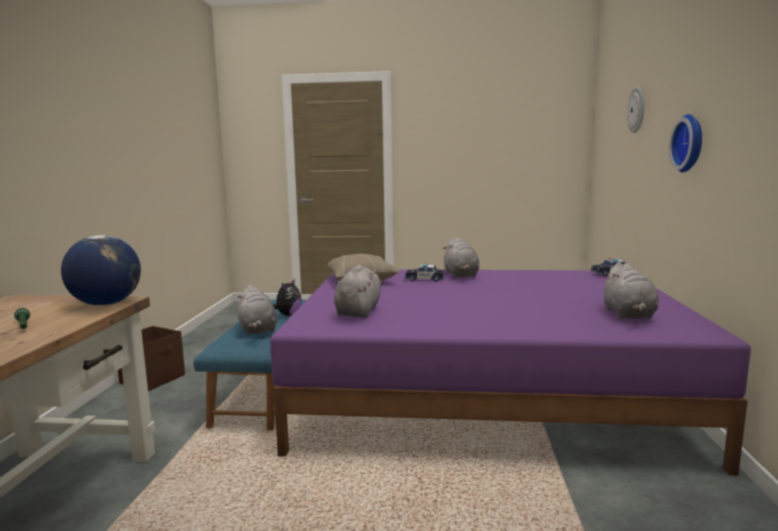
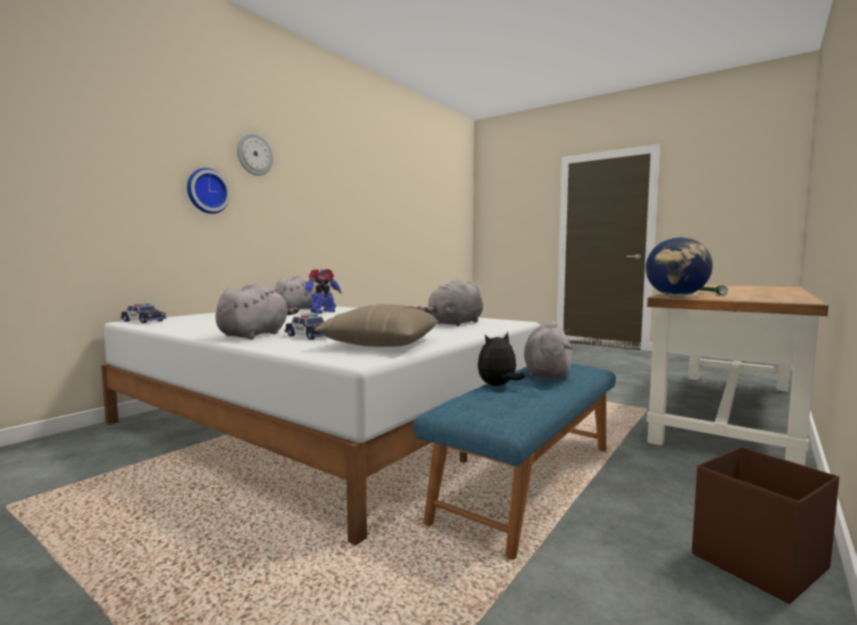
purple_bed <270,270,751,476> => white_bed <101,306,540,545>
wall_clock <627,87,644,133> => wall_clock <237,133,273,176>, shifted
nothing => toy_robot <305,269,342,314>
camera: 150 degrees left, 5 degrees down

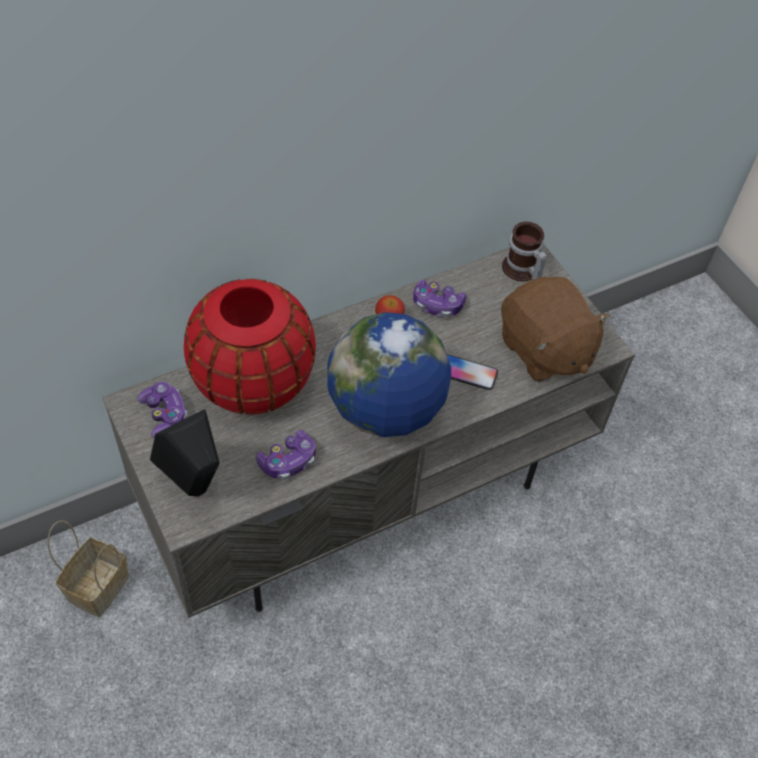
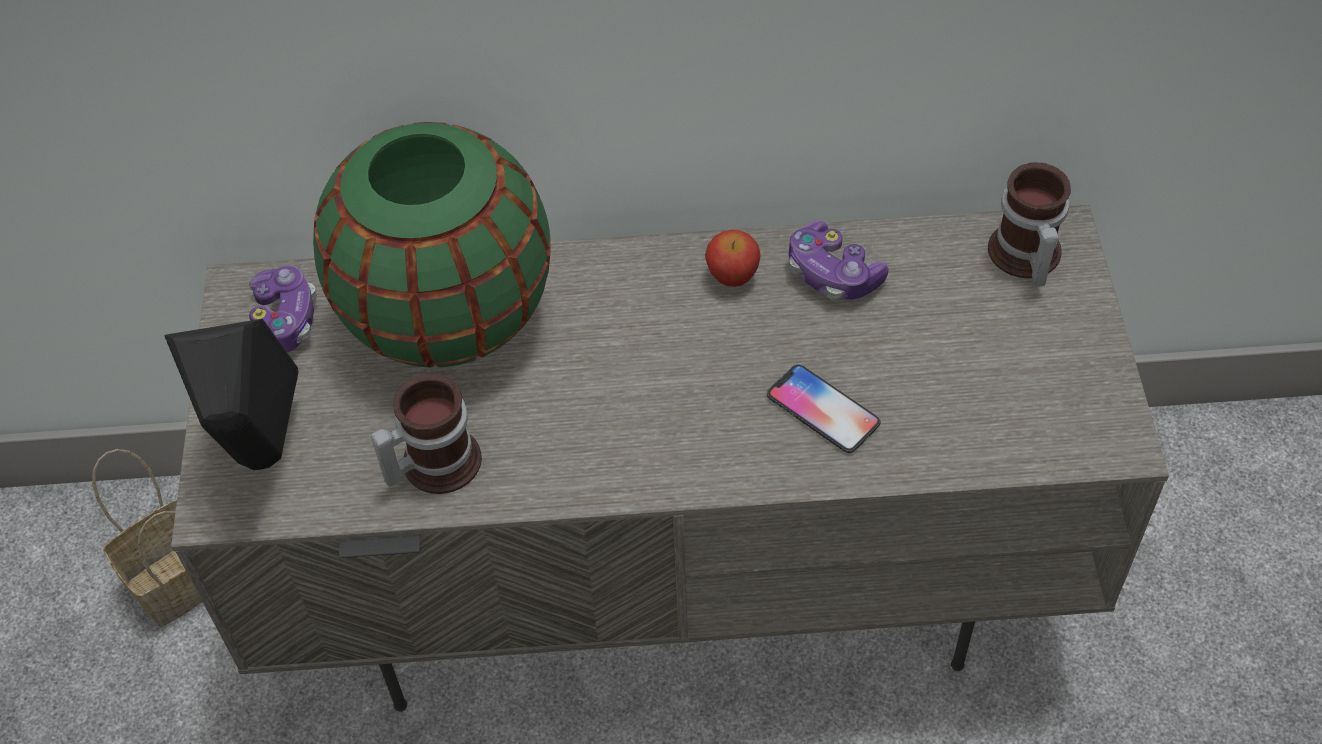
red_vase <184,279,316,415> => green_vase <313,122,551,368>
game_controller <256,430,316,480> => mug <371,374,482,494>
globe <327,312,451,437> => nothing
brown_plush_toy <501,277,611,381> => nothing
camera: 30 degrees right, 0 degrees up

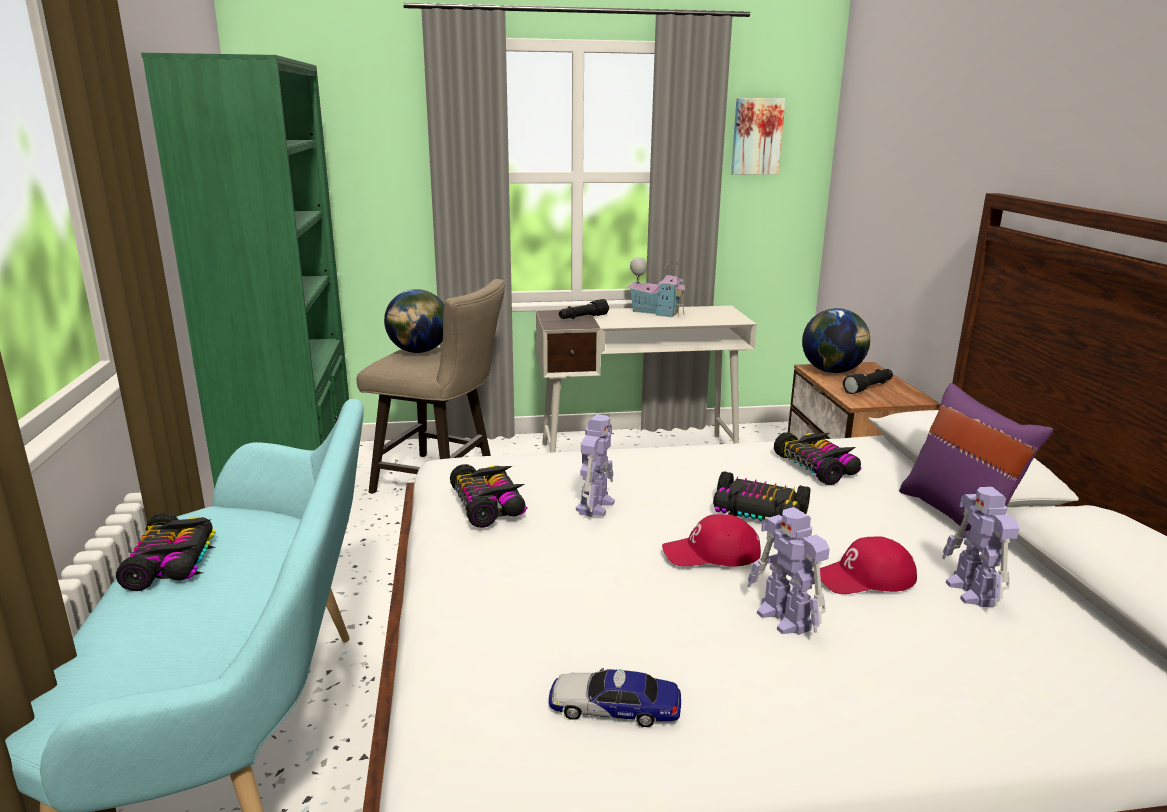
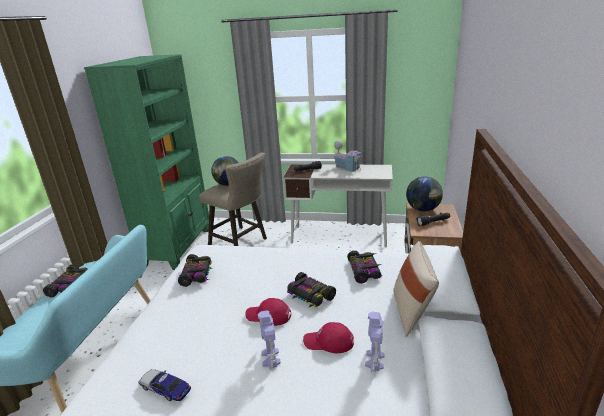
toy_robot <576,414,615,517> => nothing
picture <731,98,785,175> => nothing
purple_pillow <899,383,1053,531> => beige_pillow <393,241,439,337>
camera: 20 degrees right, 5 degrees up

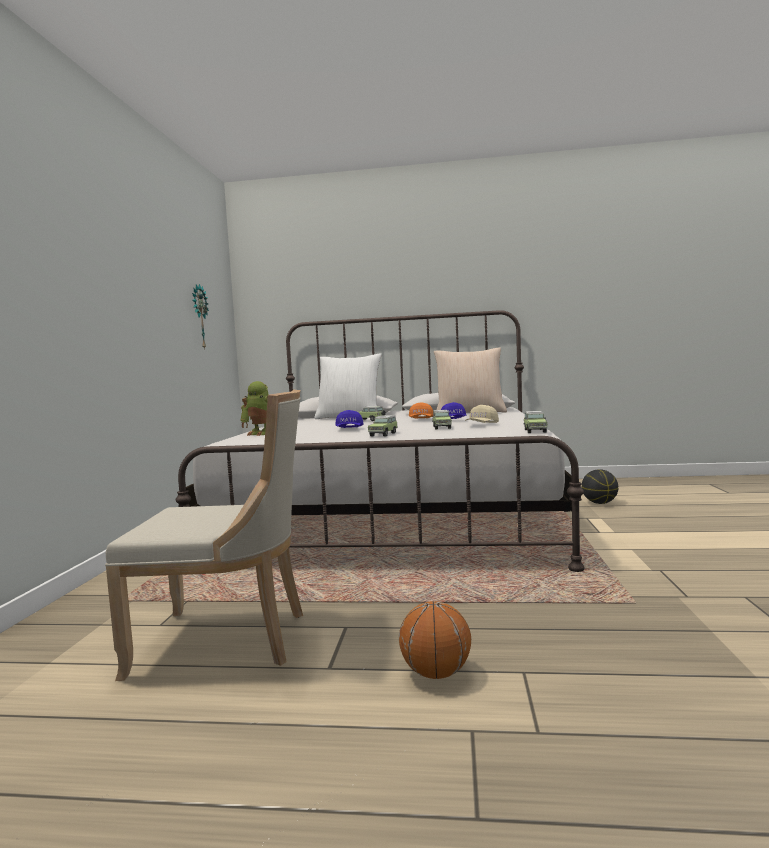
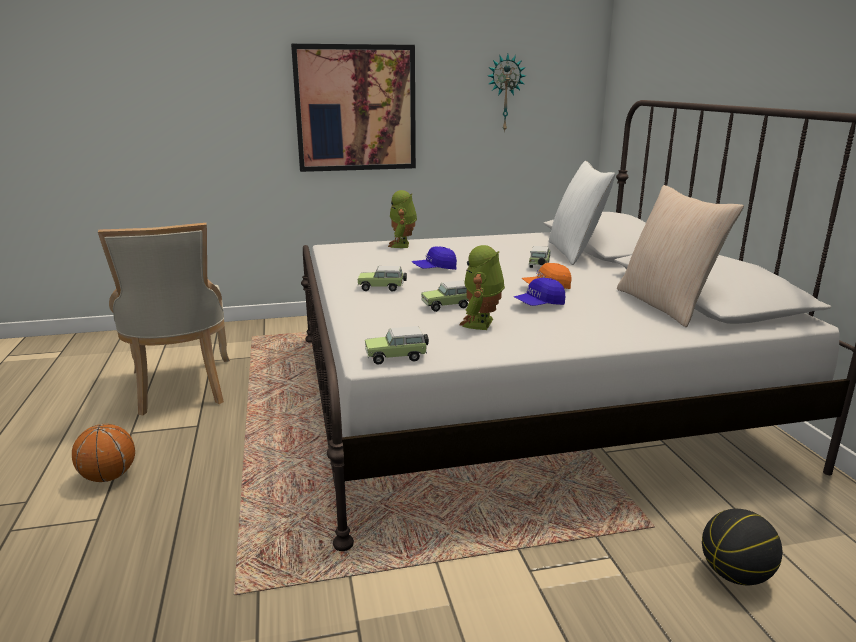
beige_cap <465,405,499,423> => toy_robot <459,245,505,330>
nothing => picture <291,44,416,172>
camera: 70 degrees right, 15 degrees up

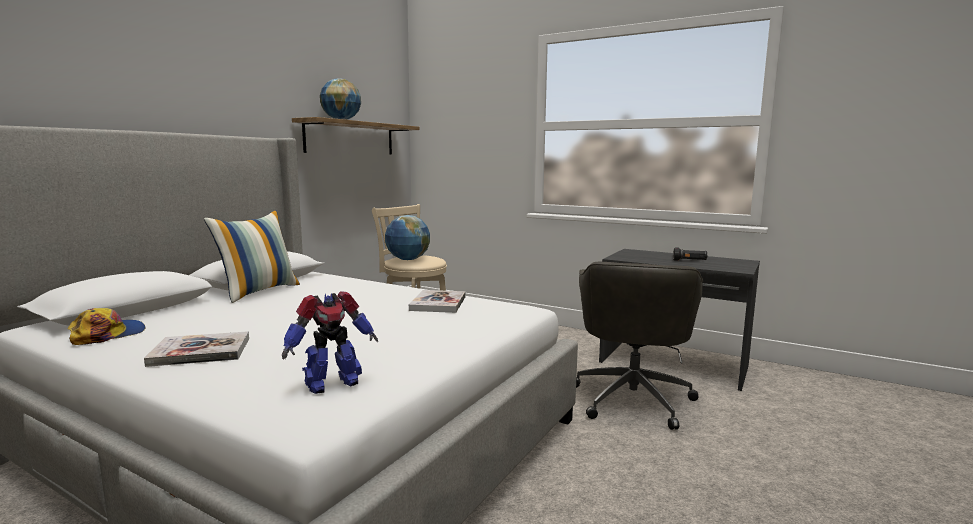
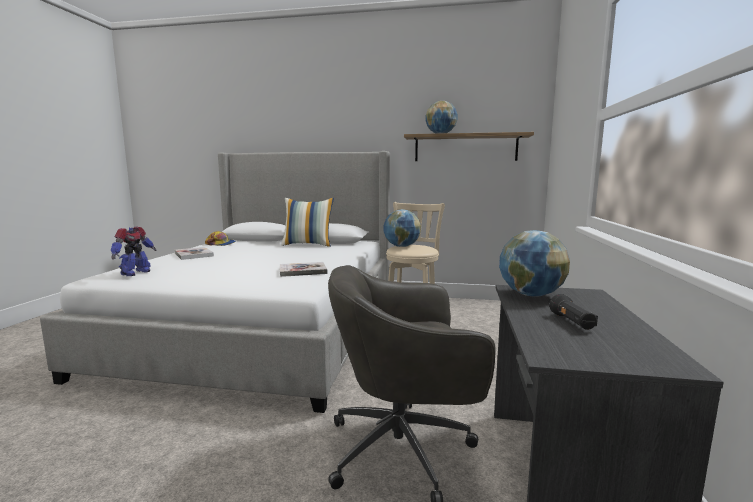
toy_robot <282,291,378,394> => toy_robot <111,227,157,276>, 105 degrees counterclockwise
nothing => globe <499,230,570,297>
camera: 70 degrees right, 0 degrees up

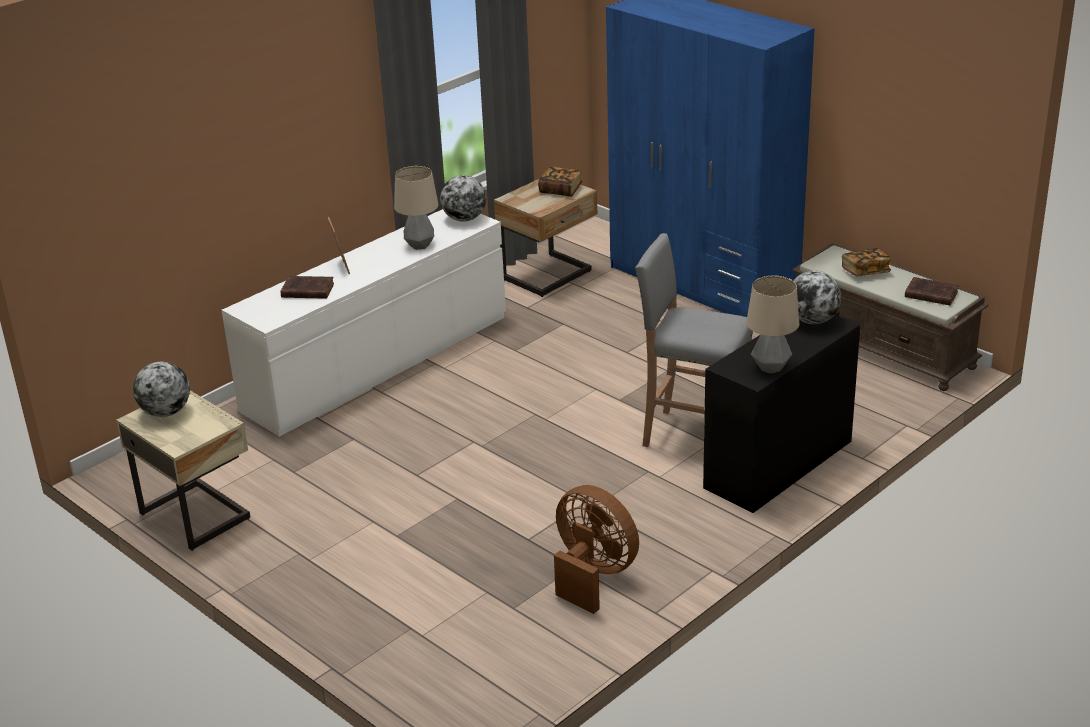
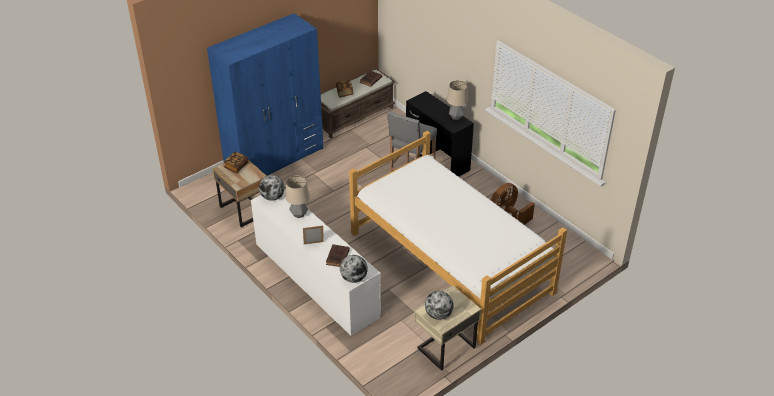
globe <793,271,841,324> => globe <340,255,368,283>, shifted
nothing => bed <349,131,567,345>
camera: 85 degrees left, 10 degrees up

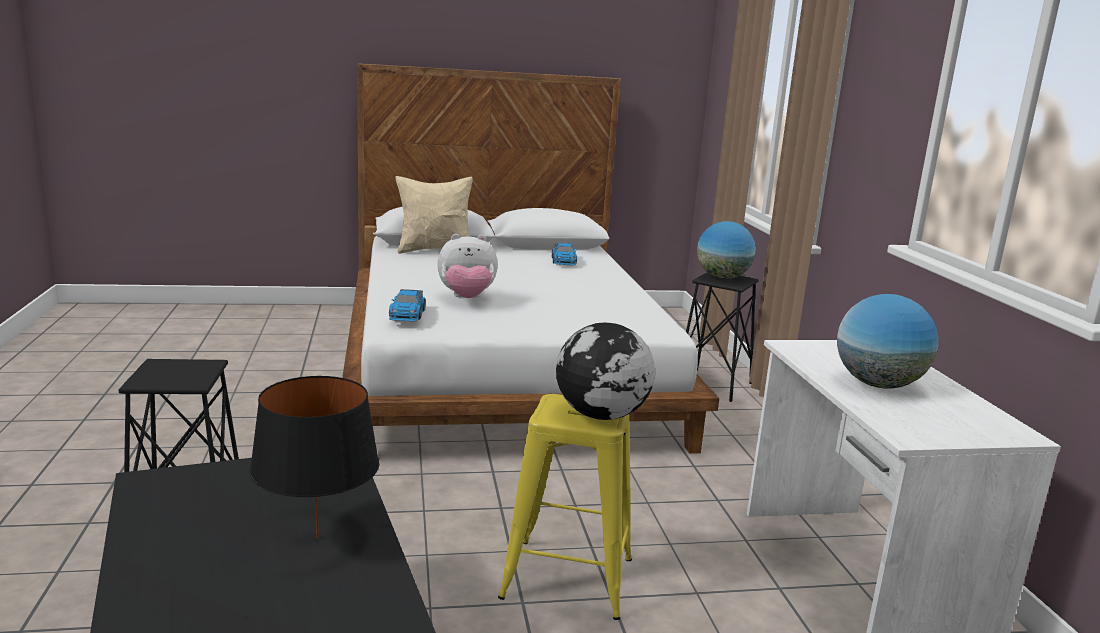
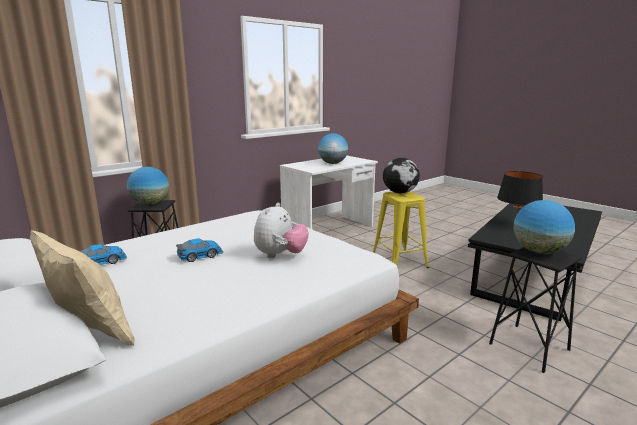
toy_car <389,289,426,321> => toy_car <176,238,223,262>, shifted
plush_toy <437,234,498,298> => plush_toy <254,203,309,258>, 60 degrees clockwise
nothing => globe <513,200,575,254>
camera: 120 degrees left, 0 degrees up

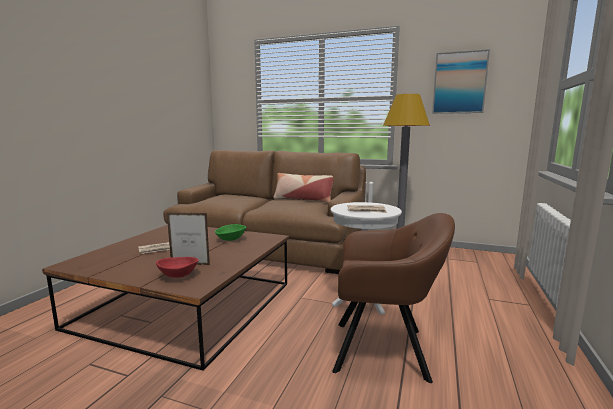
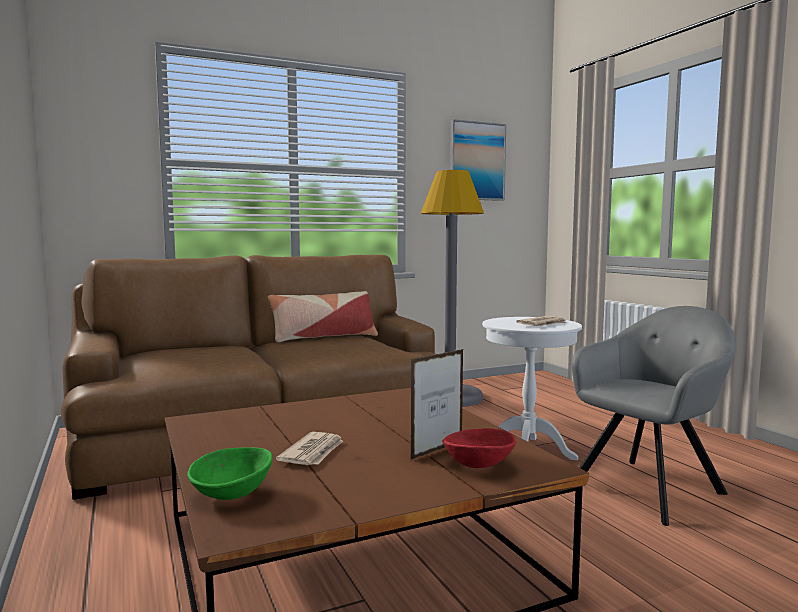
green_bowl <215,224,246,241> => green_bowl <187,447,272,500>, shifted
brown_armchair <332,213,455,383> => grey_armchair <572,306,736,526>
camera: 45 degrees left, 5 degrees down

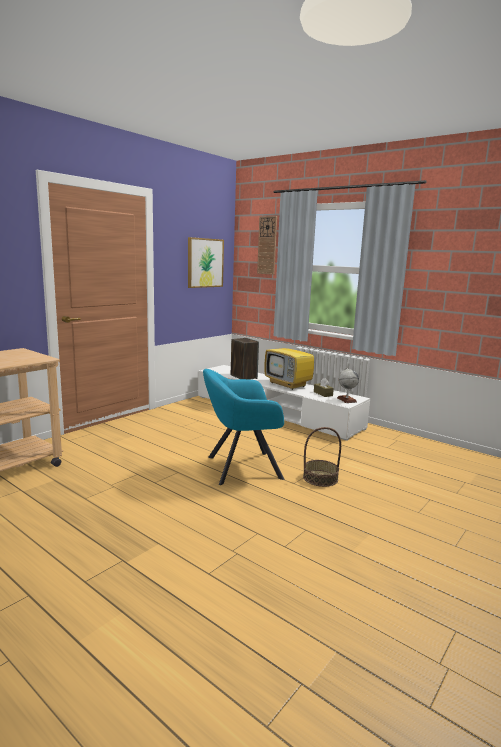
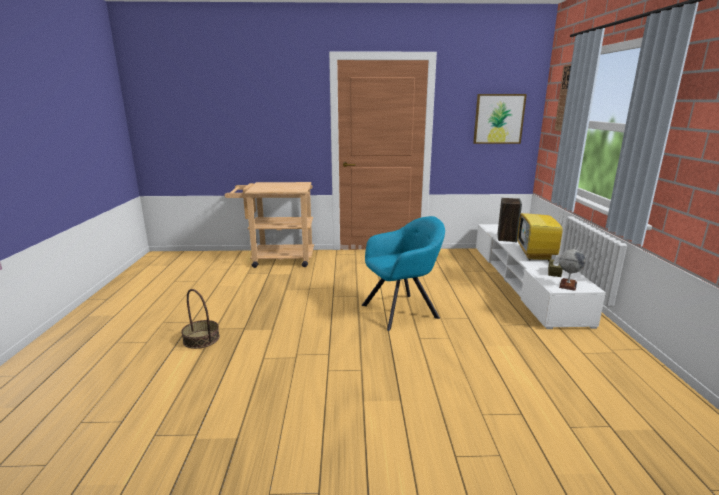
turquoise_armchair <203,369,284,485> => turquoise_armchair <362,216,445,331>, 120 degrees clockwise
basket <303,427,341,487> => basket <181,289,220,349>, shifted
camera: 50 degrees right, 5 degrees up

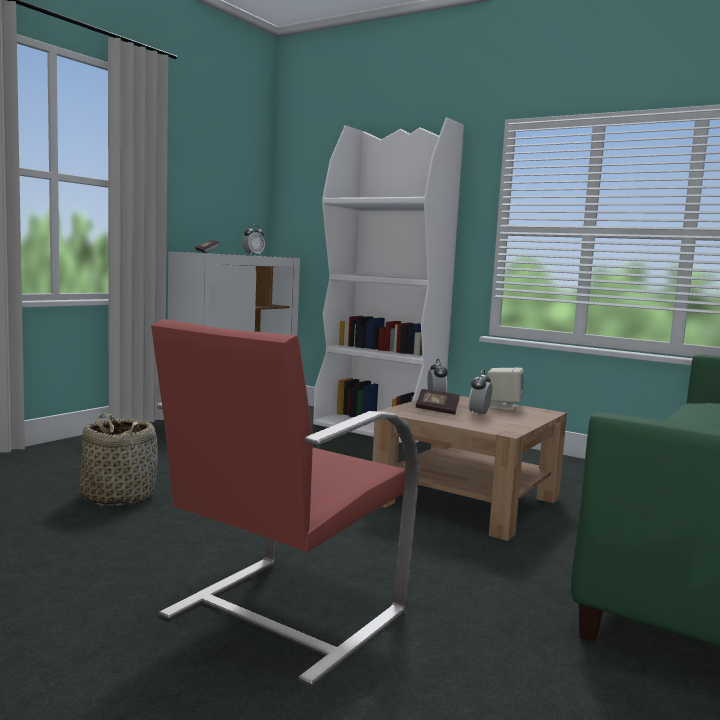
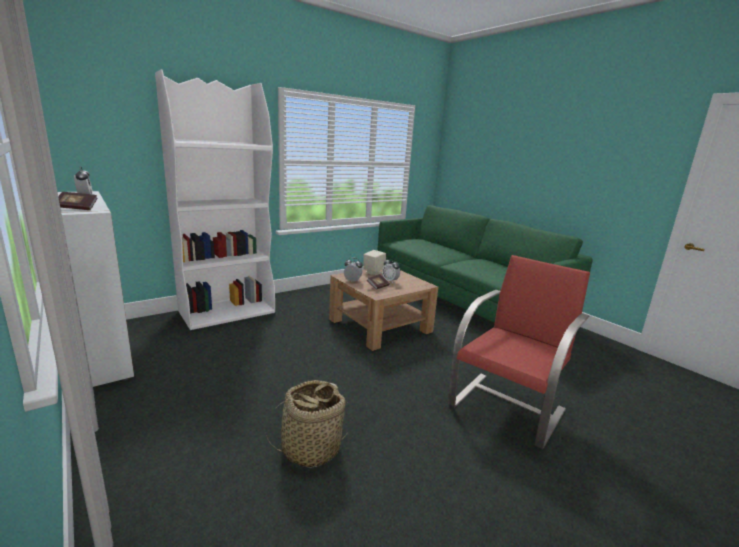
red_armchair <151,319,419,686> => red_armchair <448,255,590,449>, 105 degrees counterclockwise
camera: 70 degrees left, 10 degrees up

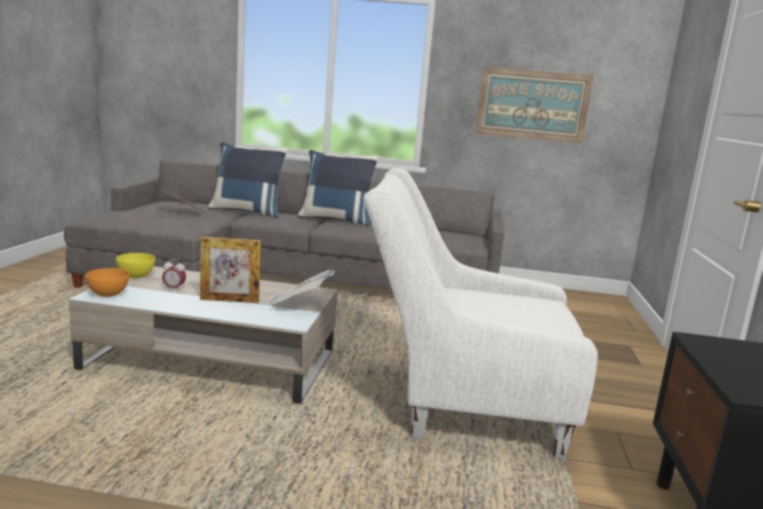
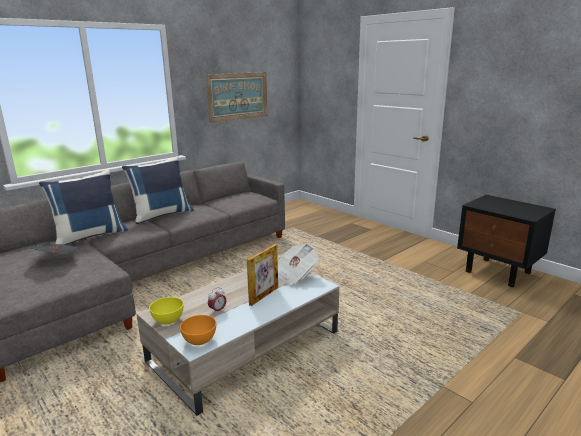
white_armchair <364,168,598,459> => nothing
camera: 50 degrees left, 5 degrees up

